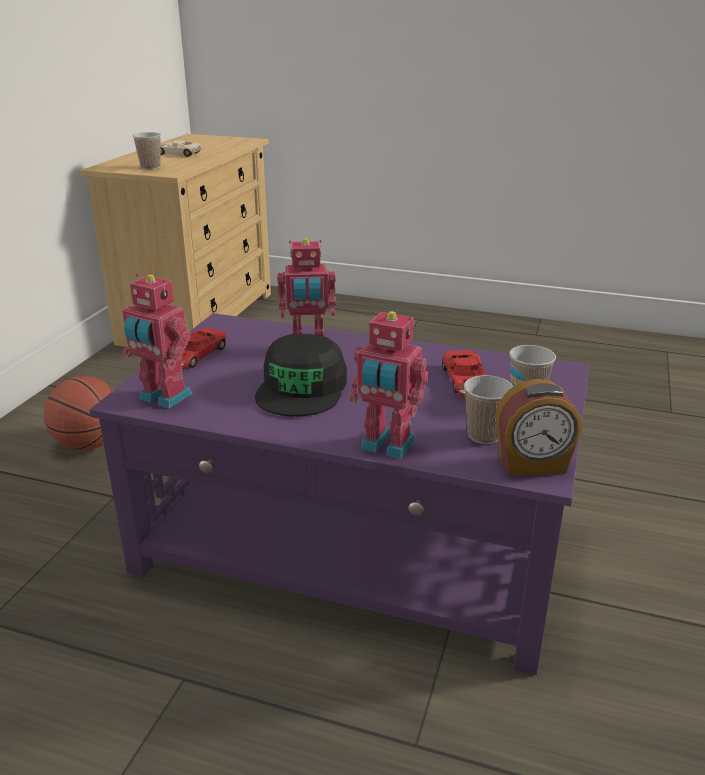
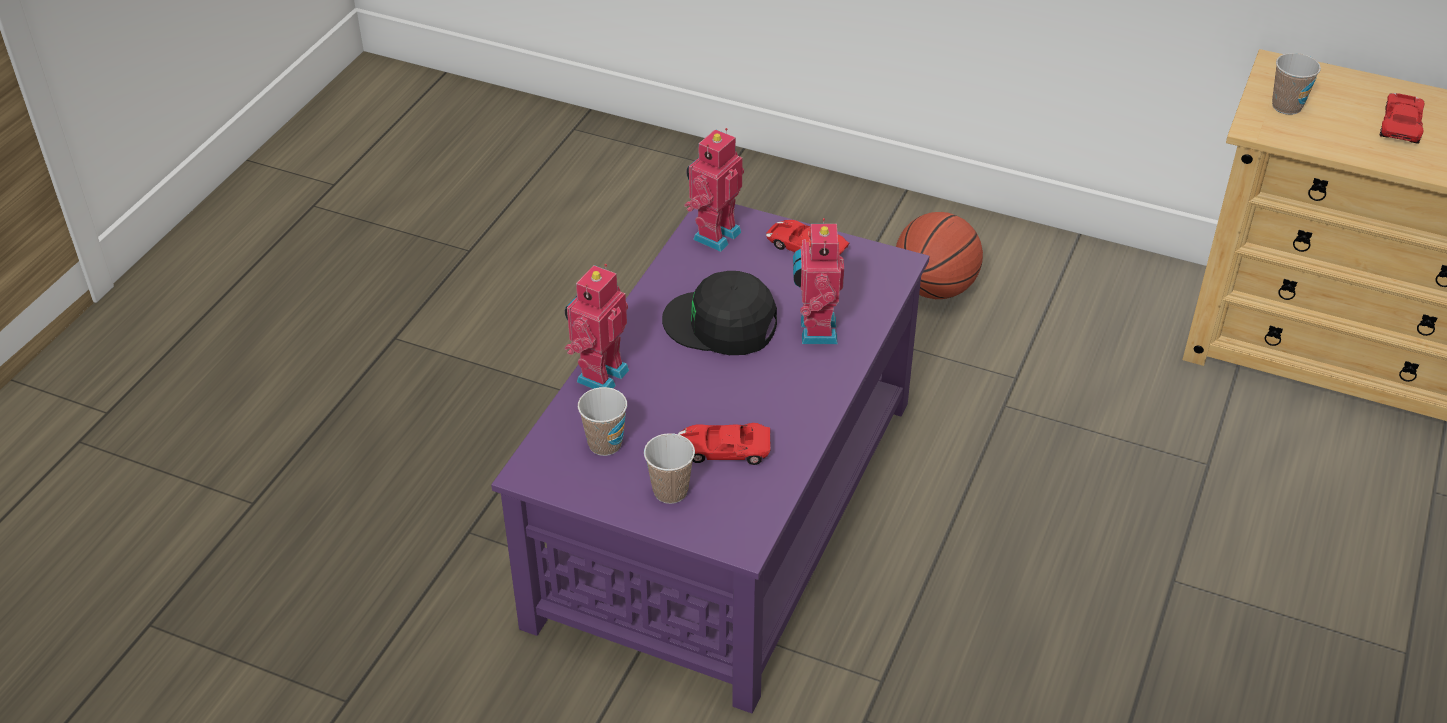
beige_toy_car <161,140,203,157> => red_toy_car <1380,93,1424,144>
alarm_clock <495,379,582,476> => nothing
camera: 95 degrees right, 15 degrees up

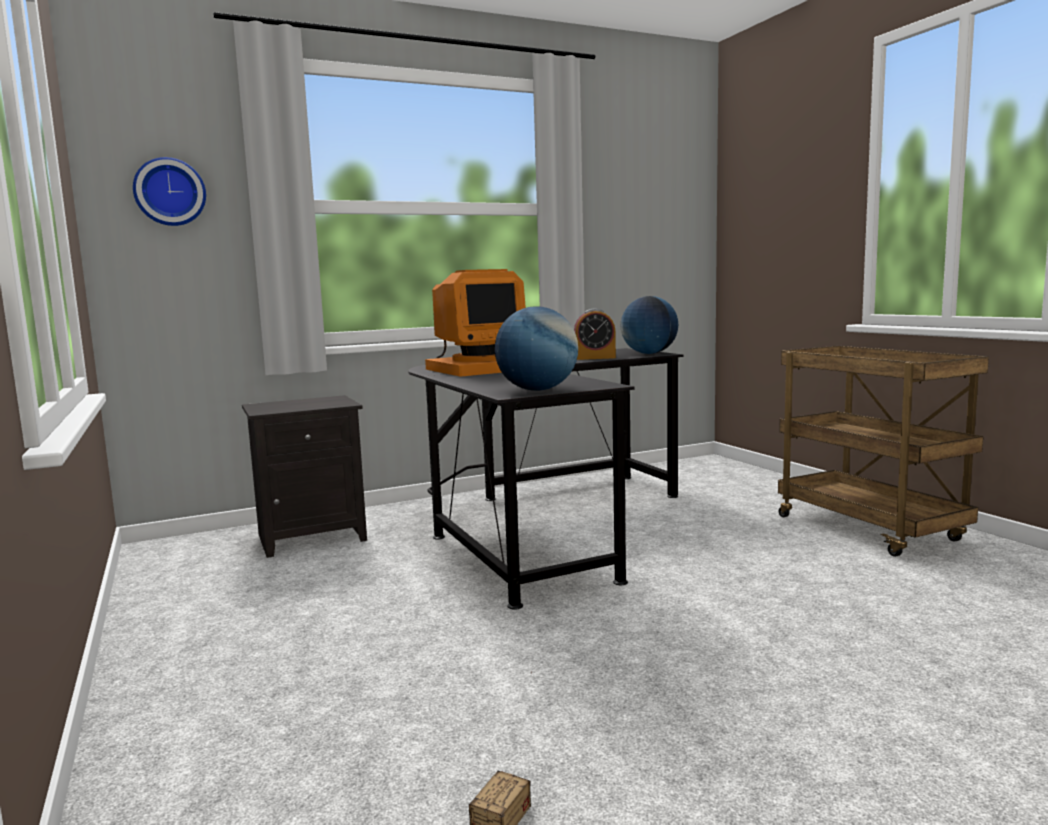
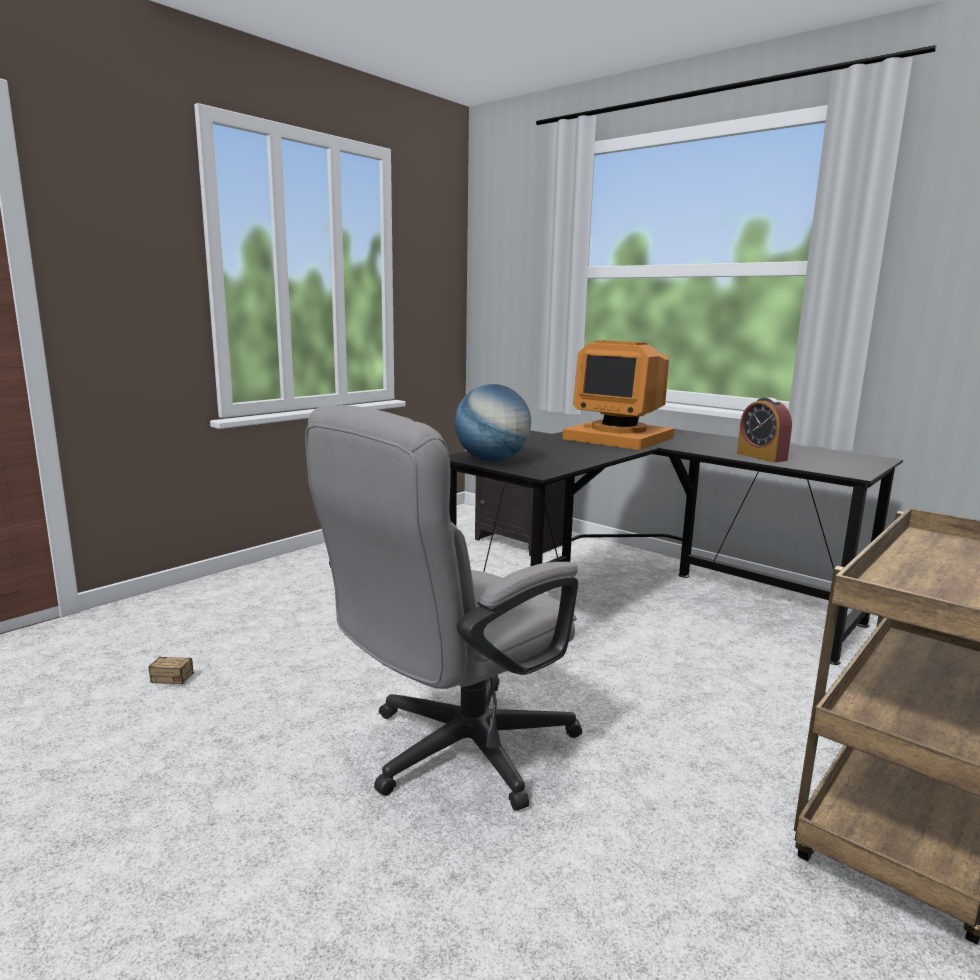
wall_clock <133,157,206,226> => nothing
globe <621,296,678,354> => nothing
nothing => grey_office_chair <305,405,582,811>
camera: 65 degrees right, 5 degrees up

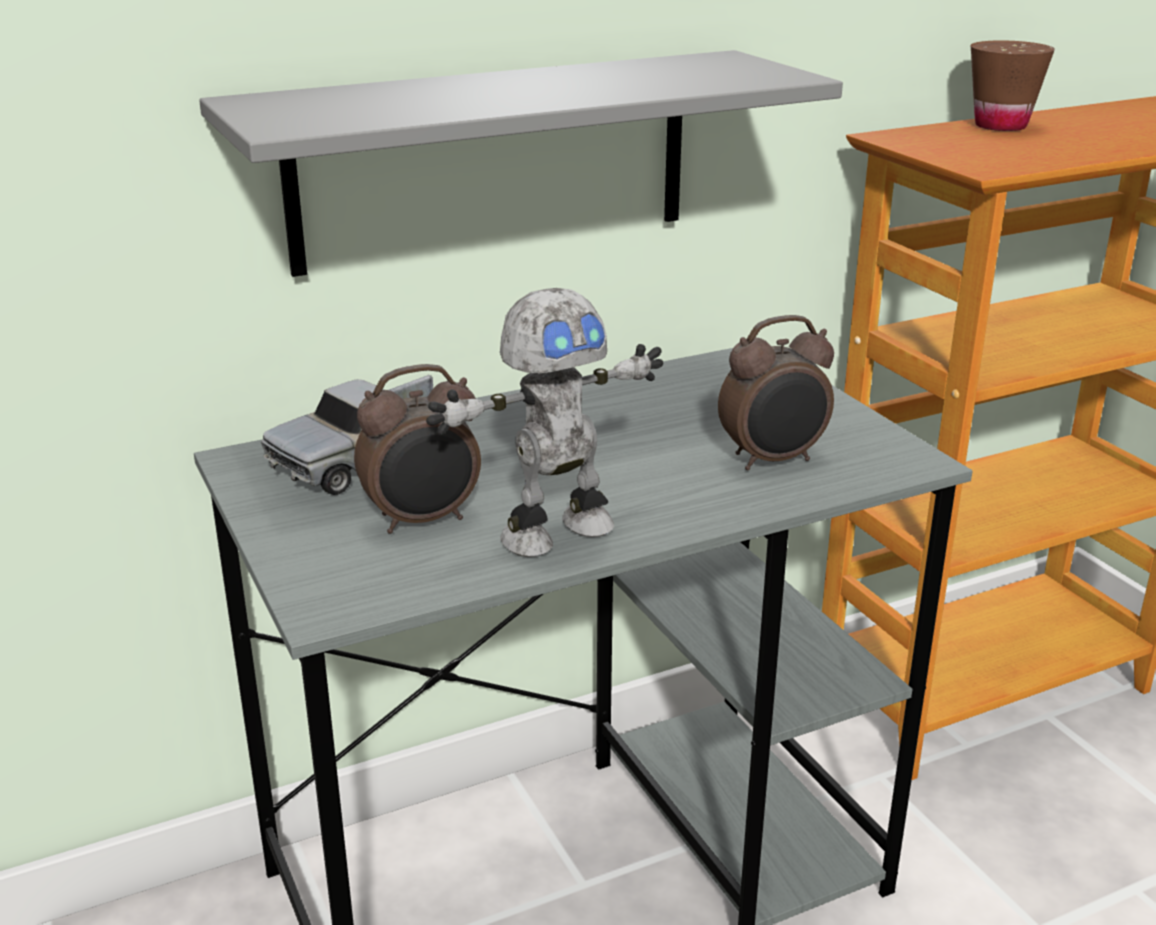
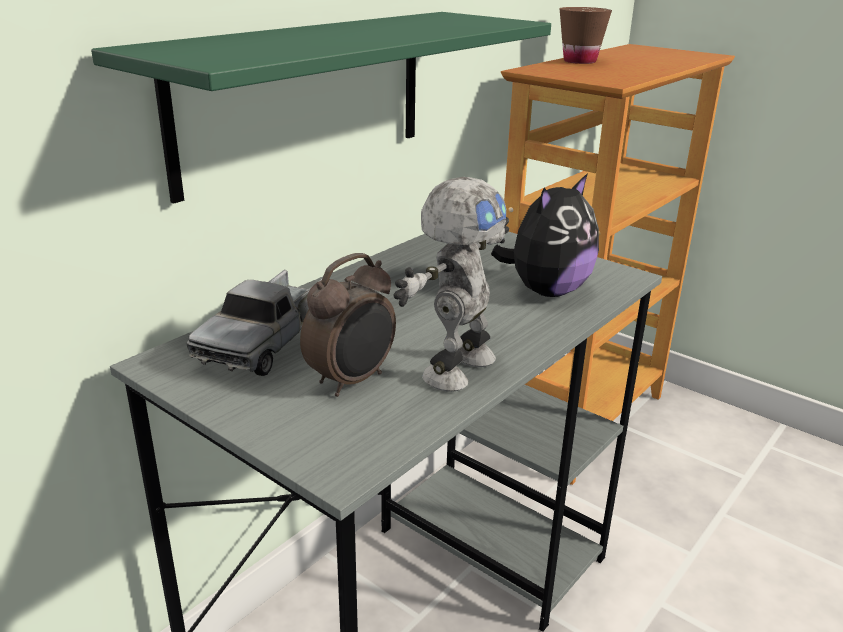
grey_shelf <199,50,843,277> => green_shelf <91,12,551,204>
alarm_clock <718,315,834,470> => plush_toy <491,173,599,297>
camera: 25 degrees left, 0 degrees up

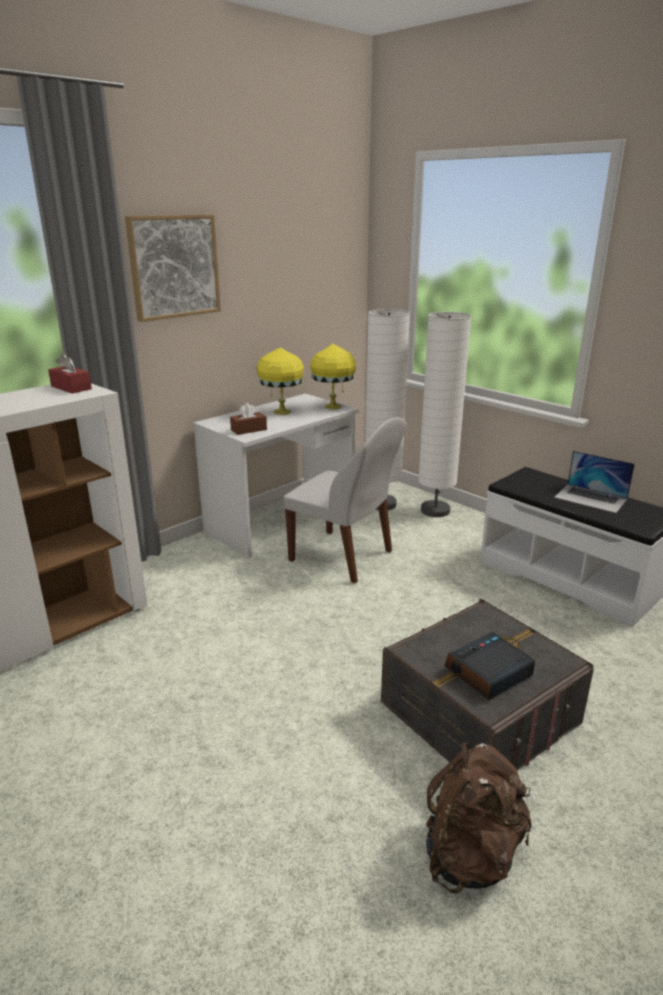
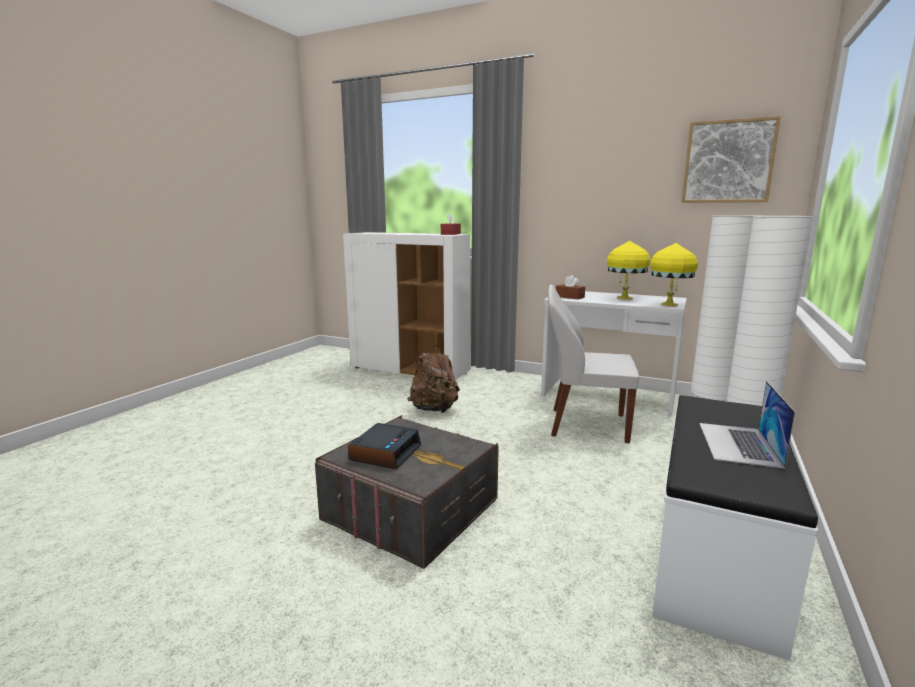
picture <125,214,221,322> => picture <681,116,781,203>, shifted
white_chair <284,417,406,583> => white_chair <548,285,639,443>, 90 degrees clockwise
brown_backpack <426,743,532,893> => brown_backpack <407,345,460,413>, shifted
alarm_clock <444,632,535,700> => alarm_clock <348,423,421,469>, 75 degrees clockwise
camera: 70 degrees right, 10 degrees down

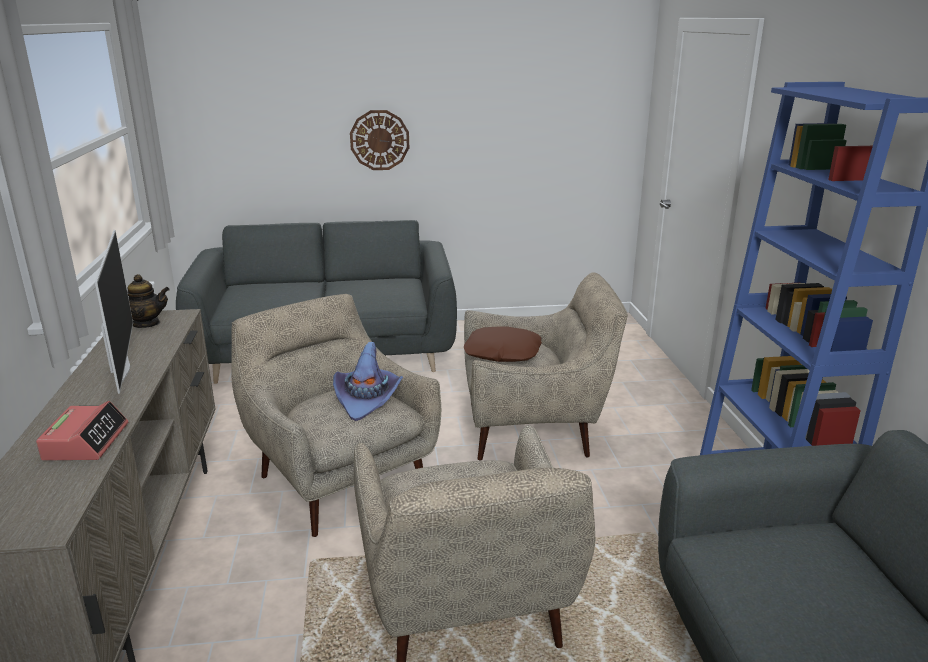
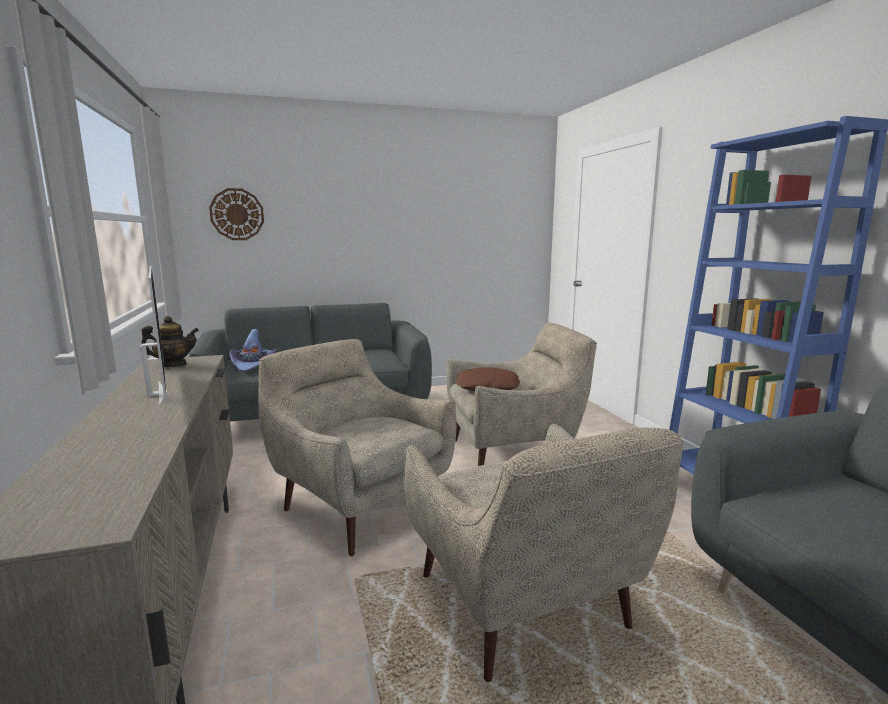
alarm_clock <36,401,128,460> => nothing
purple_hat <333,342,403,421> => purple_hat <230,329,277,372>, shifted
wall_clock <350,110,409,170> => wall_clock <209,188,264,240>, shifted
camera: 10 degrees left, 10 degrees down

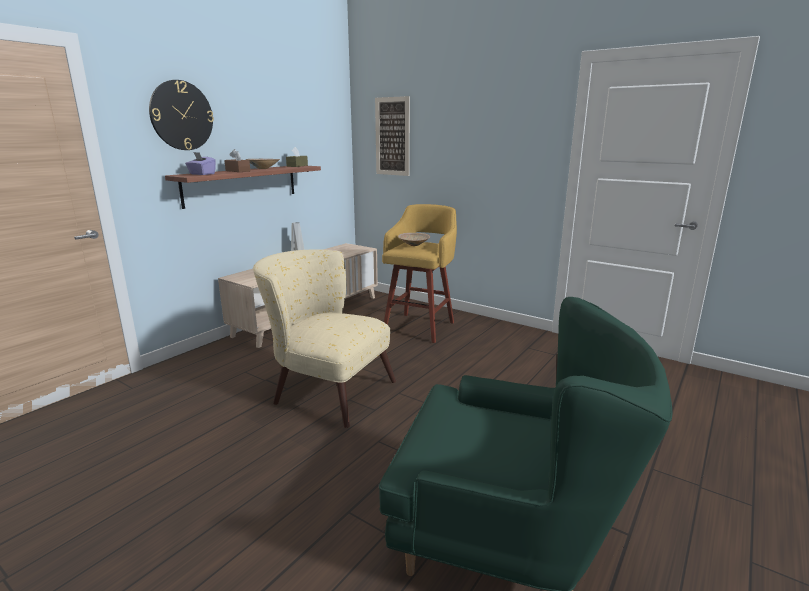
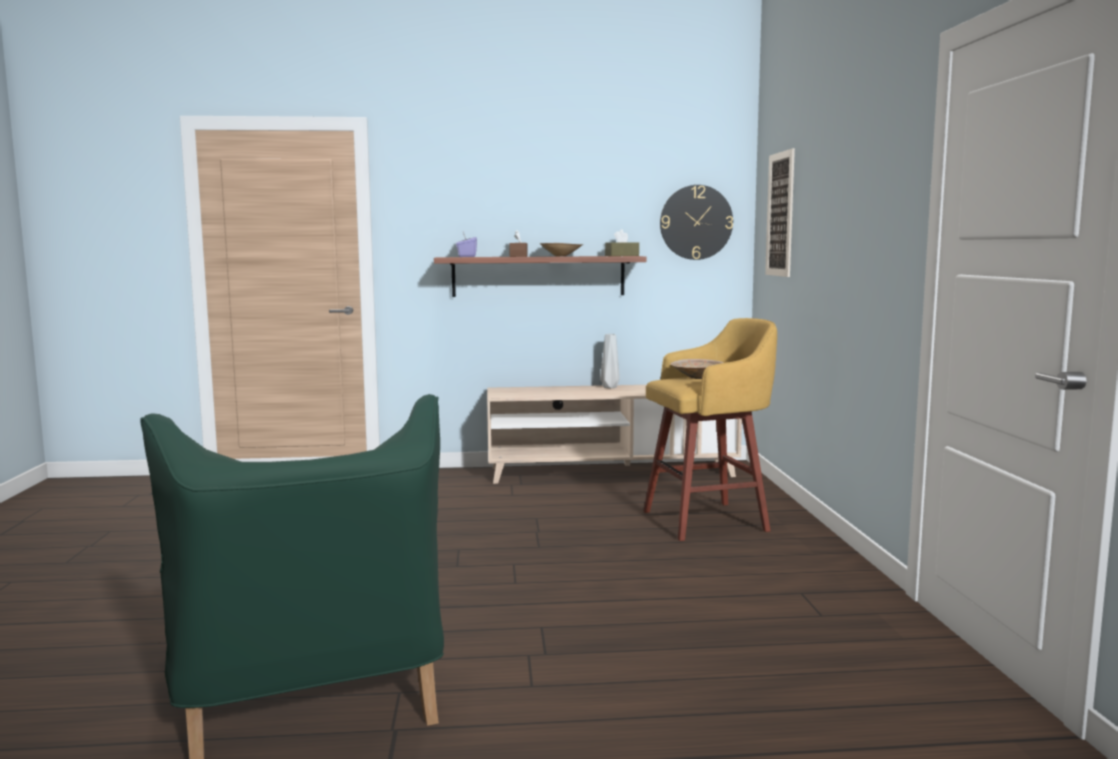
wall_clock <149,80,214,150> => wall_clock <660,185,733,260>, shifted
beige_armchair <253,249,396,428> => nothing
camera: 50 degrees right, 10 degrees down

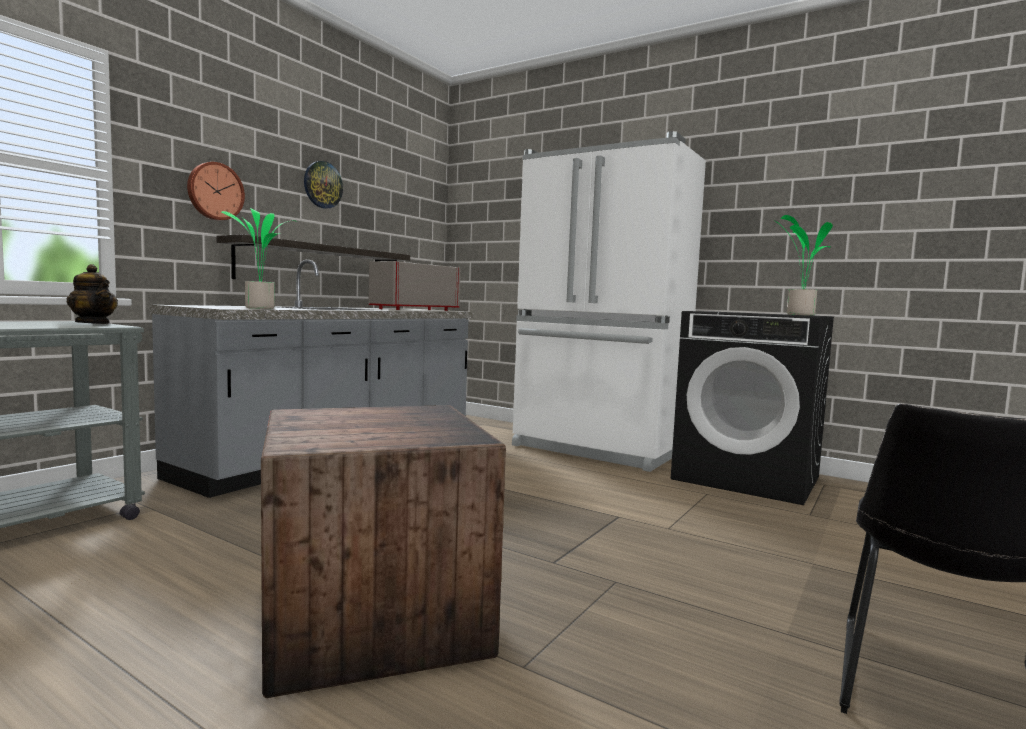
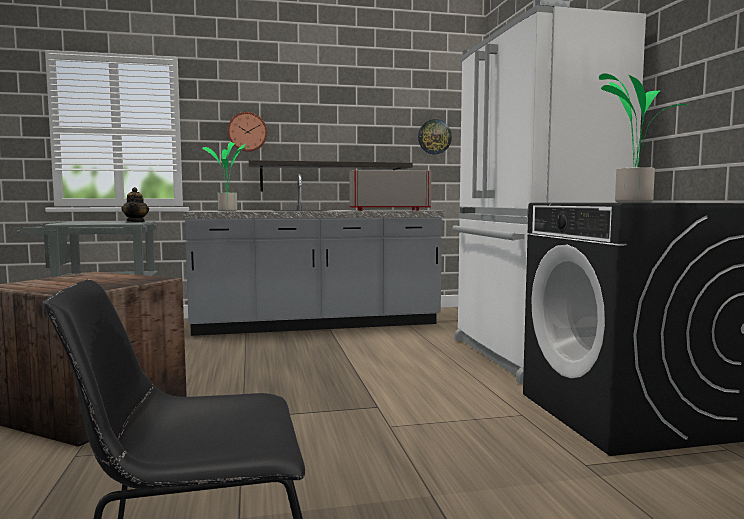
wall_clock <304,161,343,209> => wall_clock <418,119,452,154>, shifted
camera: 45 degrees right, 0 degrees up

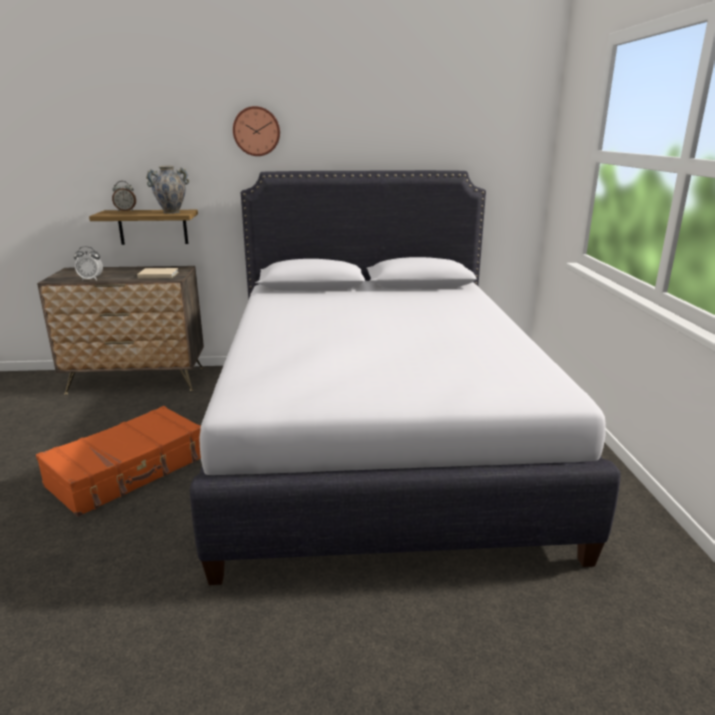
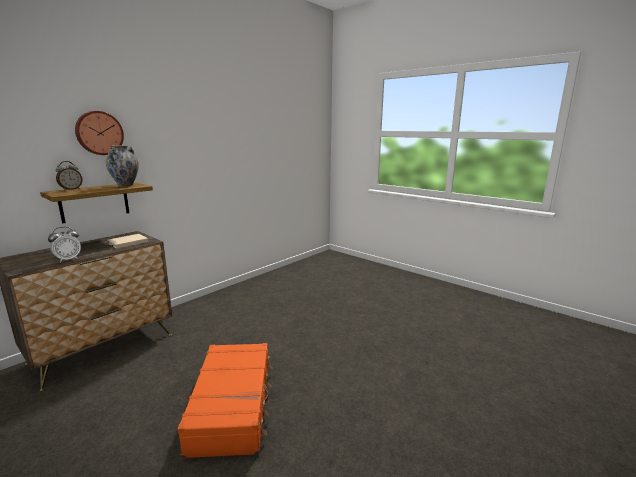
white_bed <190,170,621,585> => nothing
wall_clock <233,106,280,156> => wall_clock <75,111,124,155>, shifted
camera: 45 degrees left, 5 degrees down

